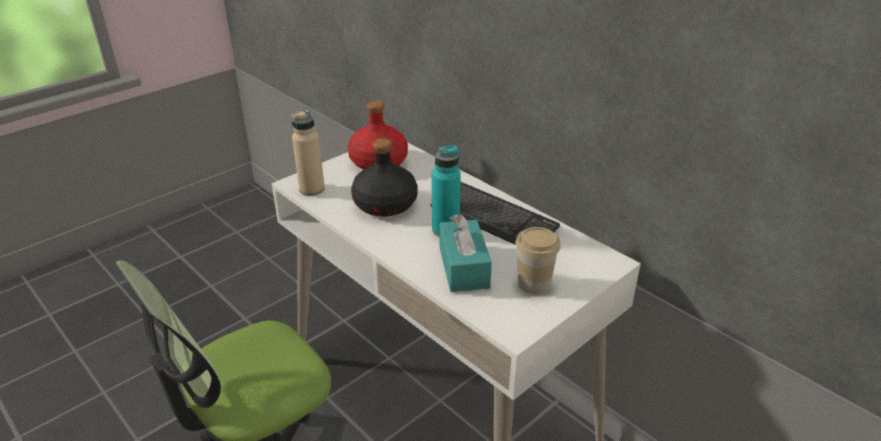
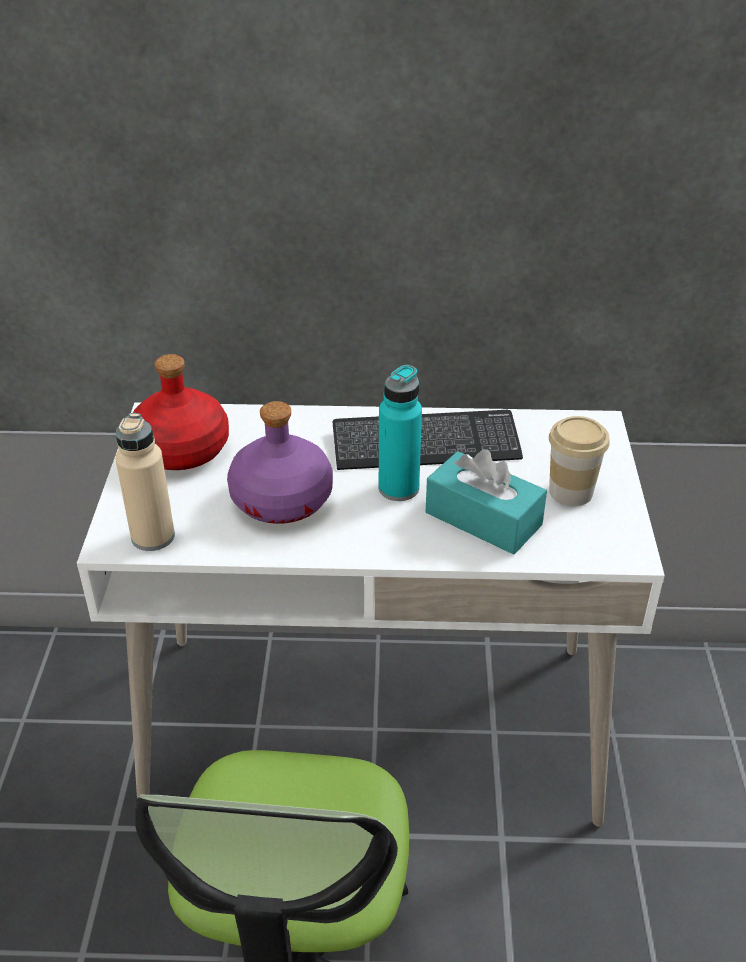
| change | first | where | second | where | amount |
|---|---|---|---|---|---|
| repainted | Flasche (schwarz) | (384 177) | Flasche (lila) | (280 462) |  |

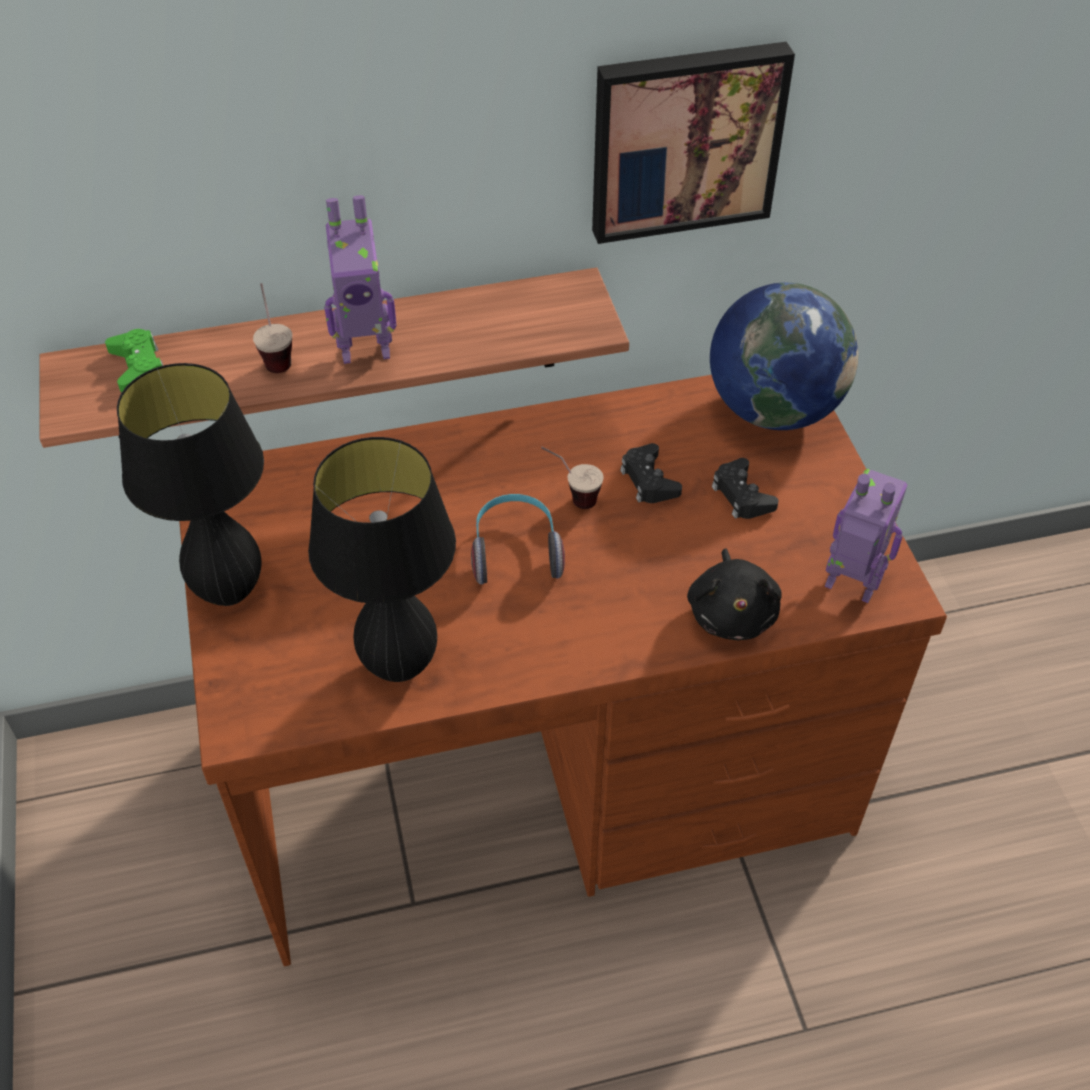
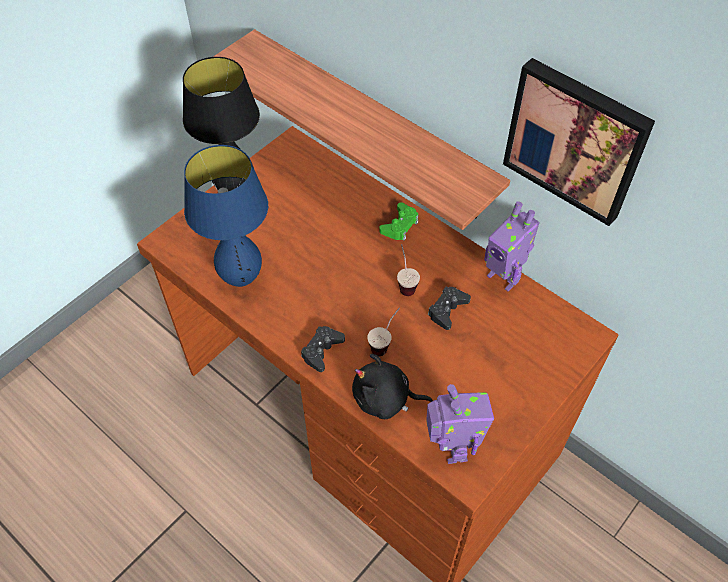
| change | first | where | second | where | amount |
|---|---|---|---|---|---|
| shifted | Spielzeugroboter | (360 279) |  | (512 246) |  |
| shifted | Tasse | (272 328) |  | (383 331) |  |
| gone | Globus | (784 356) |  |  |  |
| shifted | Gamepad (grün) | (134 360) |  | (398 221) |  |
| repainted | Tischlampe (schwarz) | (382 559) | Tischlampe (blau) | (226 216) |  |
| shifted | Gamepad (schwarz) | (745 488) |  | (323 349) |  |
| gone | Kopfhörer | (518 539) |  |  |  |
| rotated | Plüschtier (schwarz) | (734 594) |  | (392 386) | 45 degrees clockwise |

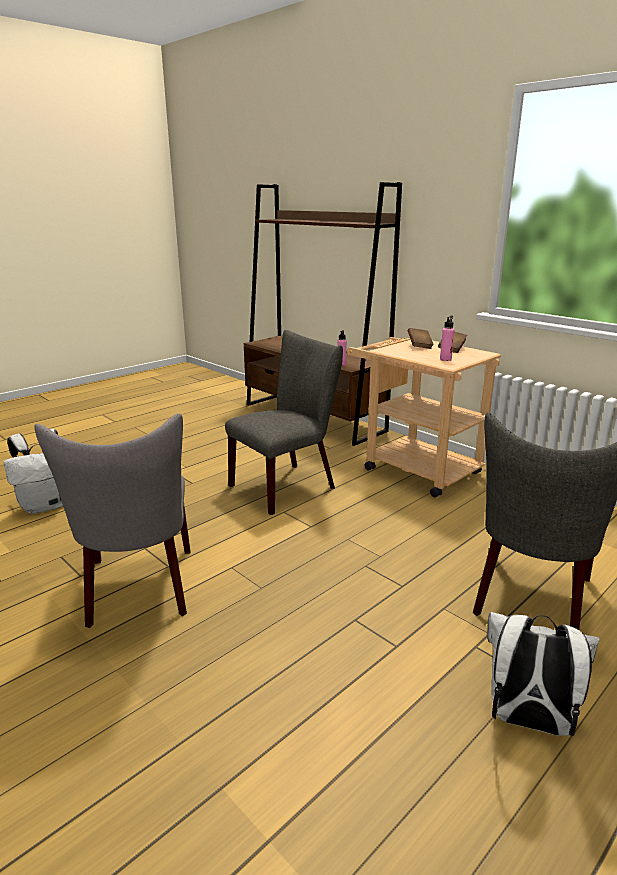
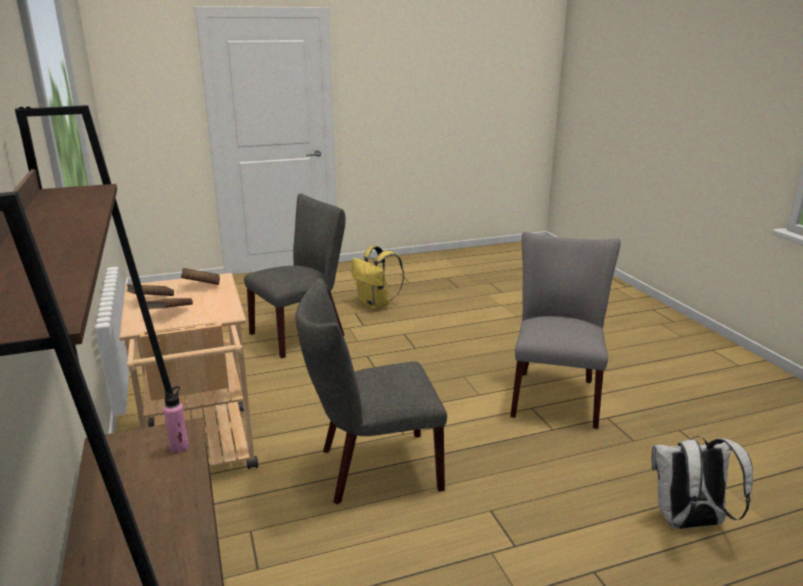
| change | first | where | second | where | amount |
|---|---|---|---|---|---|
| swapped | Flasche (rosa) | (447 338) | Buch (braun) | (200 276) |  |
| repainted | Rucksack (weiß) | (543 674) | Rucksack (gelb) | (377 278) |  |

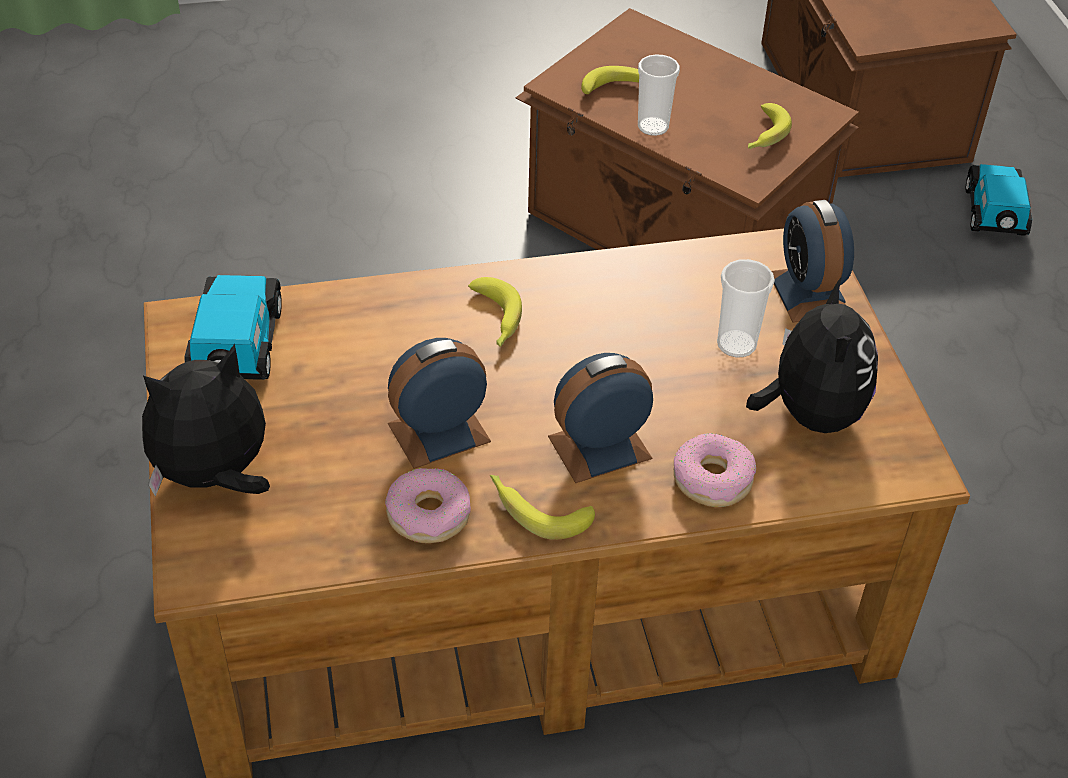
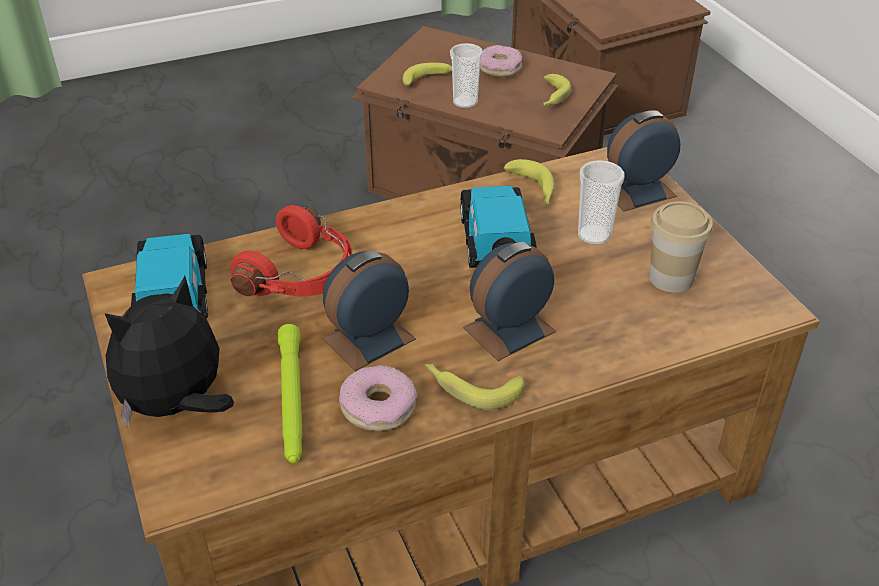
| change | first | where | second | where | amount |
|---|---|---|---|---|---|
| shifted | Spielzeugauto | (999 200) |  | (499 227) |  |
| rotated | Wecker | (813 261) |  | (643 161) | 90 degrees clockwise |
| shifted | Banane | (495 312) |  | (529 181) |  |
| swapped | Plüschtier | (812 355) | Tasse | (681 247) |  |
| shifted | Donut | (715 470) |  | (501 61) |  |
| new |  |  | Kopfhörer (rot) | (291 251) |  |
| new |  |  | Taschenlampe (grün) | (290 394) |  |

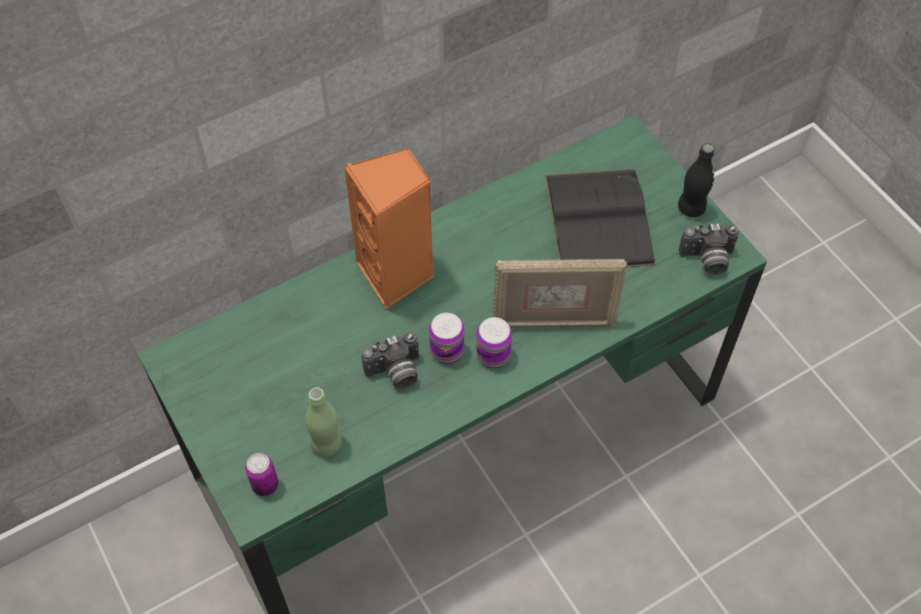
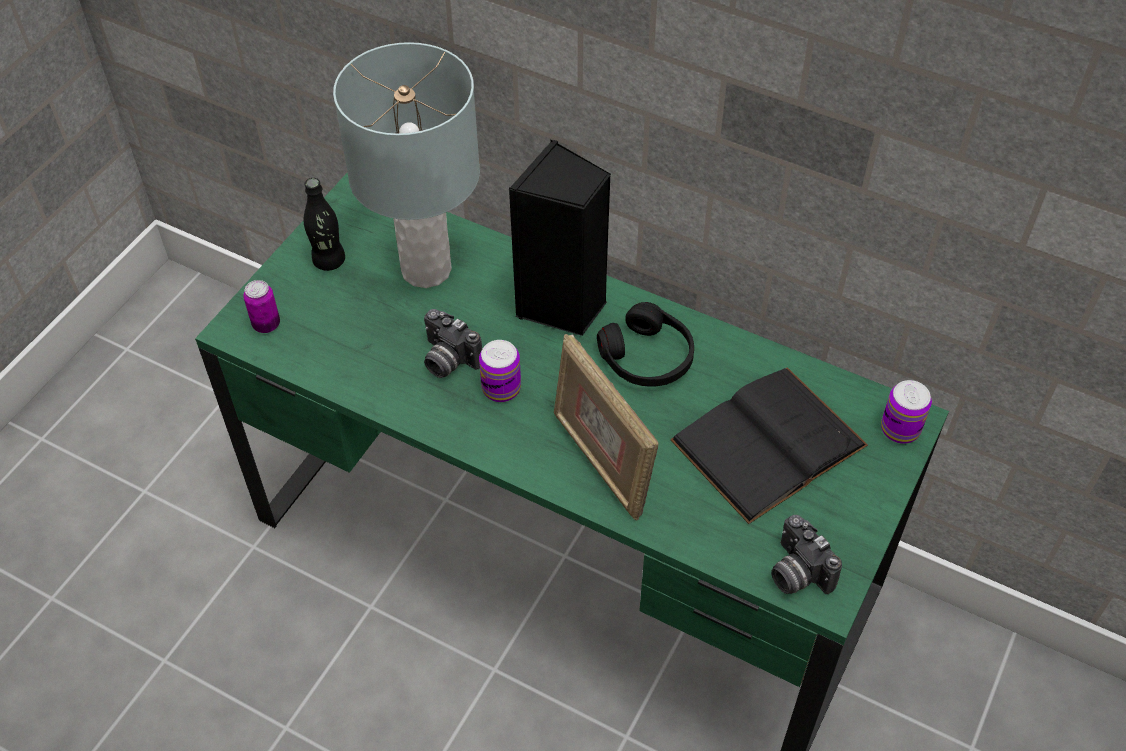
| change | first | where | second | where | amount |
|---|---|---|---|---|---|
| shifted | Flasche (schwarz) | (696 180) |  | (324 224) |  |
| repainted | Lautsprecher (orange) | (389 228) | Lautsprecher (schwarz) | (560 237) |  |
| shifted | Dose | (494 342) |  | (906 412) |  |
| gone | Flasche (grün) | (323 422) |  |  |  |
| new |  |  | Tischlampe (grau) | (406 165) |  |
| new |  |  | Kopfhörer (schwarz) | (645 344) |  |

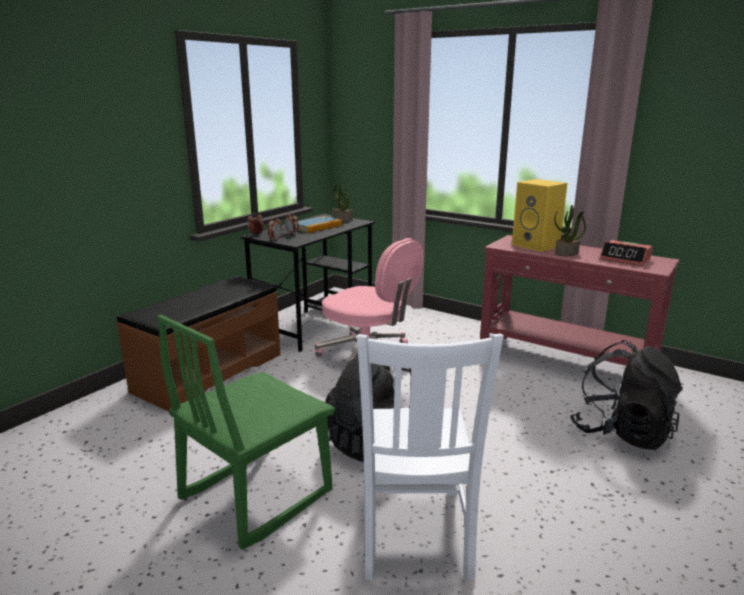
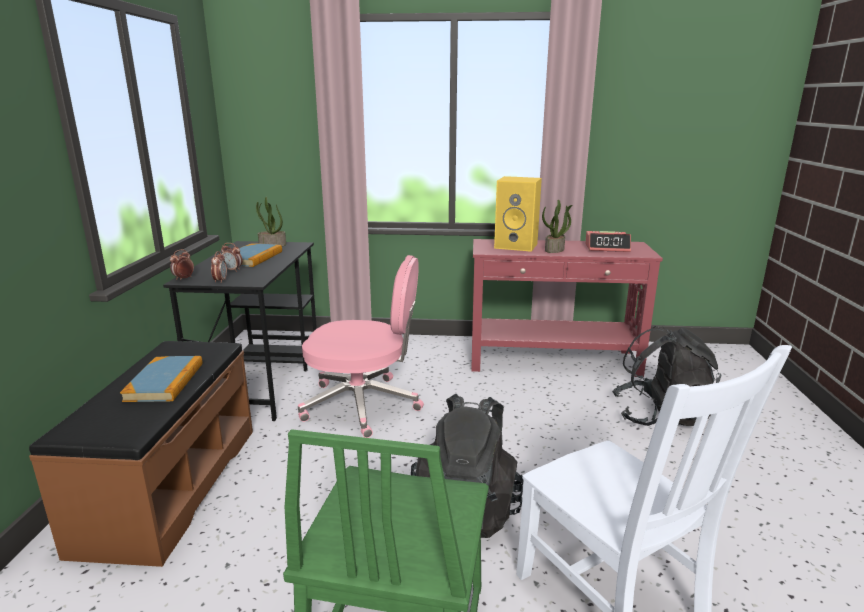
| change | first | where | second | where | amount |
|---|---|---|---|---|---|
| new |  |  | Buch | (161 379) |  |

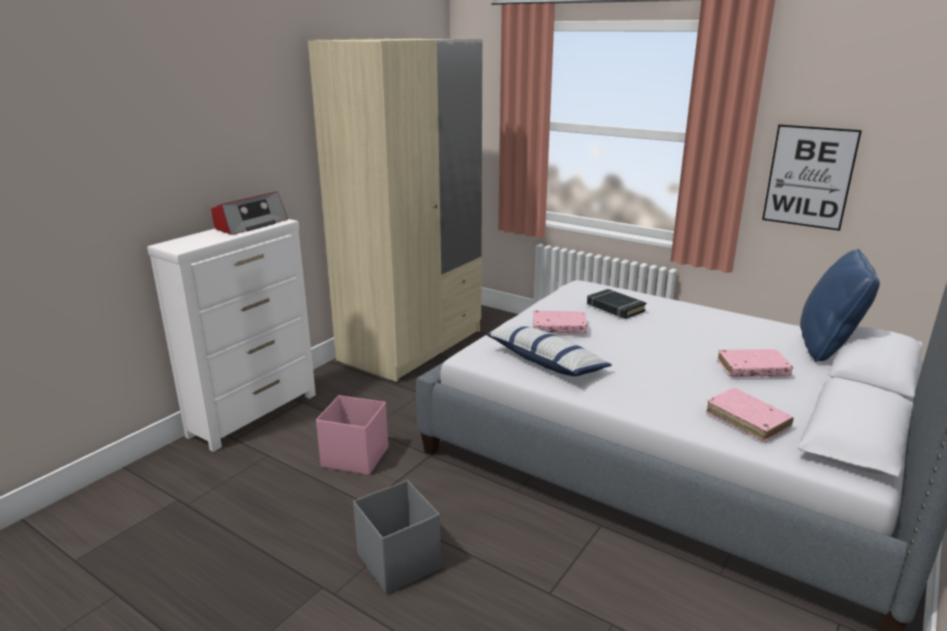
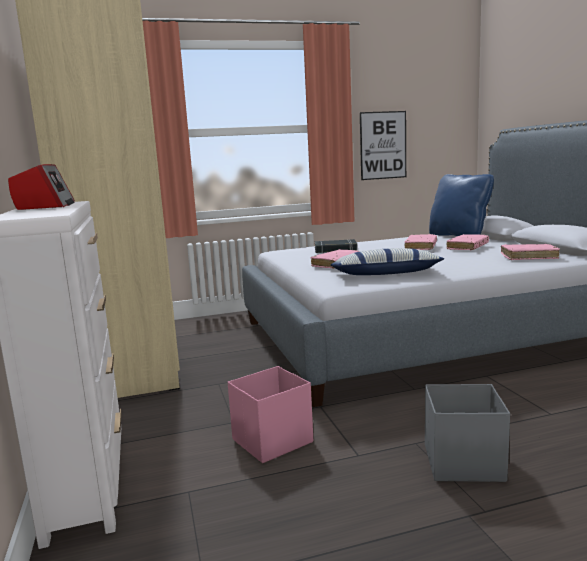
| change | first | where | second | where | amount |
|---|---|---|---|---|---|
| new |  |  | Buch (rosa) | (420 242) |  |

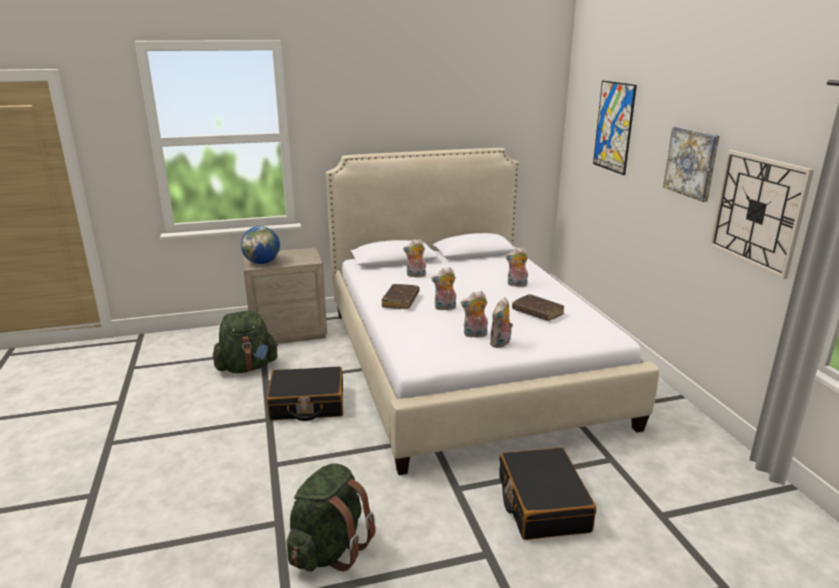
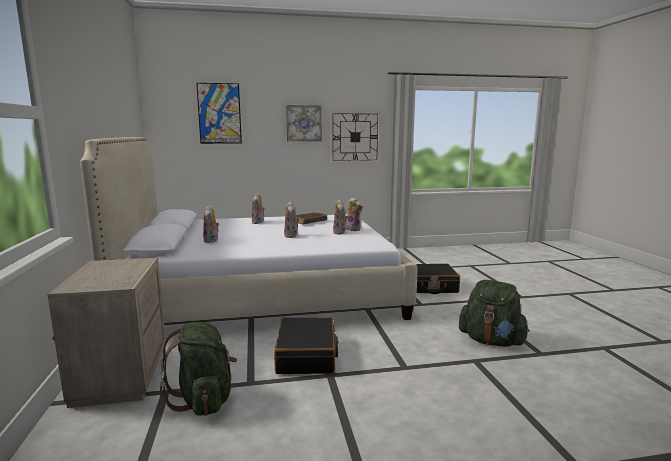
| change | first | where | second | where | amount |
|---|---|---|---|---|---|
| gone | Globus | (260 245) |  |  |  |
| gone | Buch (braun) | (400 296) |  |  |  |

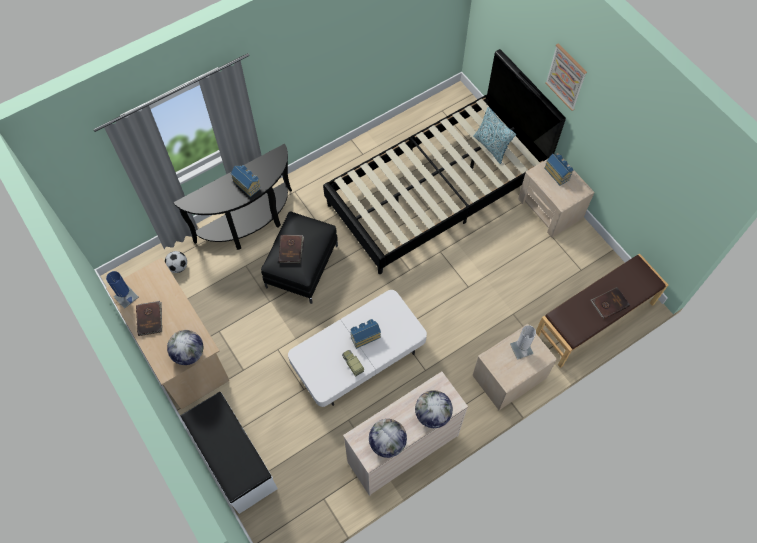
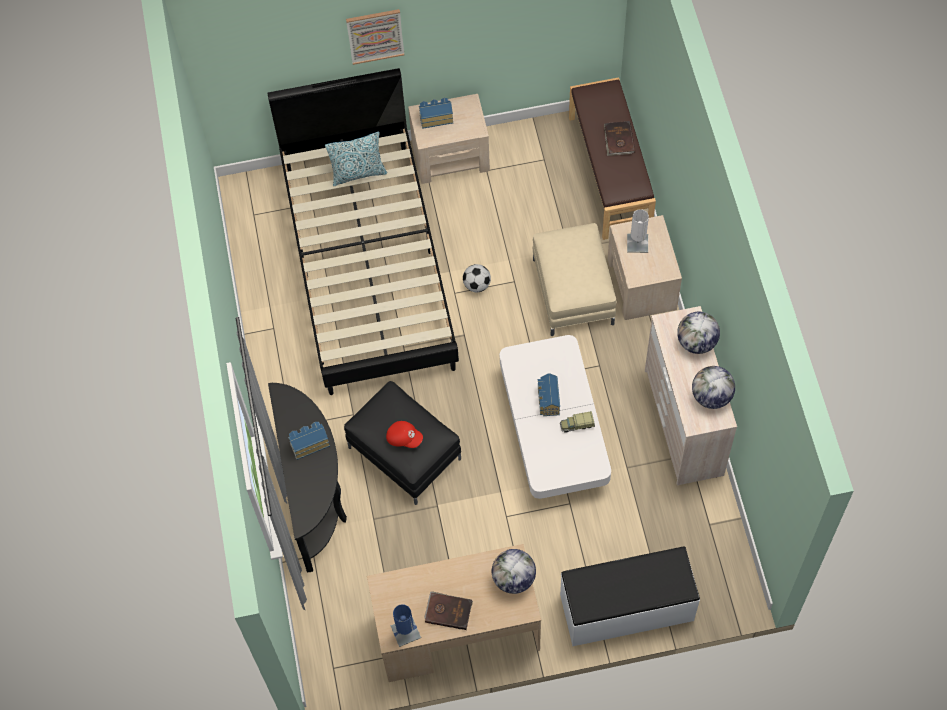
| change | first | where | second | where | amount |
|---|---|---|---|---|---|
| swapped | Buch (braun) | (291 249) | Kappe (rot) | (404 434) |  |
| shifted | Fußball | (176 262) |  | (477 278) |  |
| new |  |  | Polsterhocker (beige) | (574 279) |  |

